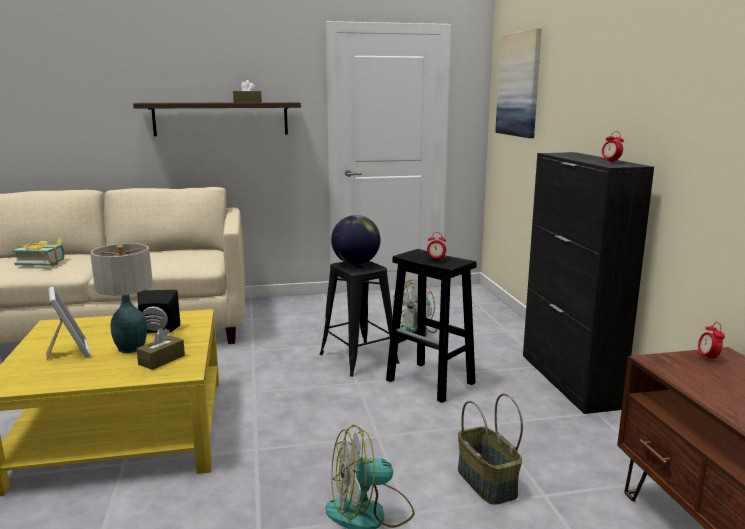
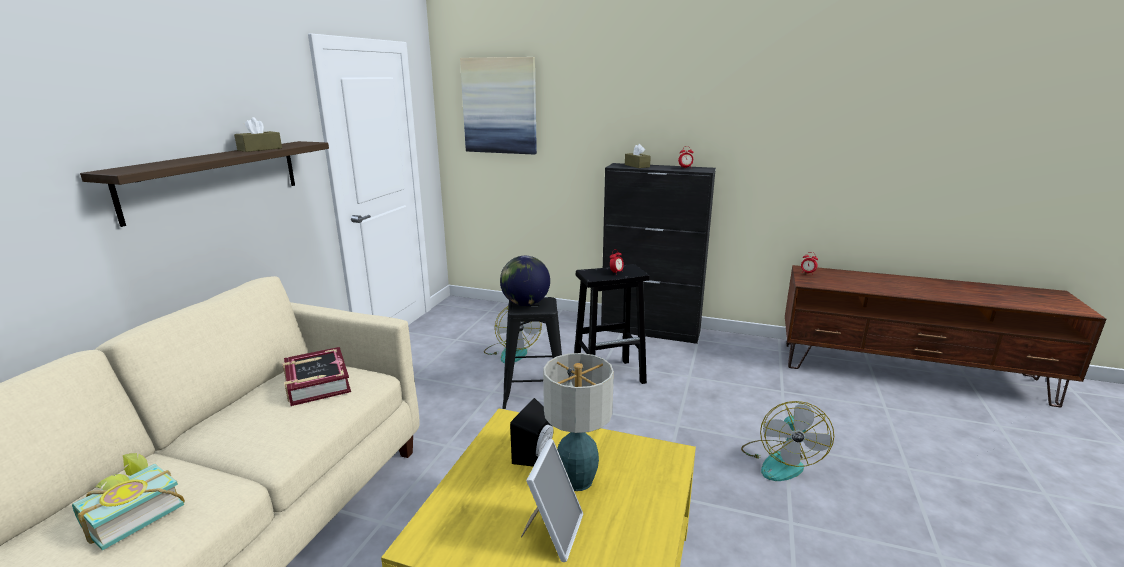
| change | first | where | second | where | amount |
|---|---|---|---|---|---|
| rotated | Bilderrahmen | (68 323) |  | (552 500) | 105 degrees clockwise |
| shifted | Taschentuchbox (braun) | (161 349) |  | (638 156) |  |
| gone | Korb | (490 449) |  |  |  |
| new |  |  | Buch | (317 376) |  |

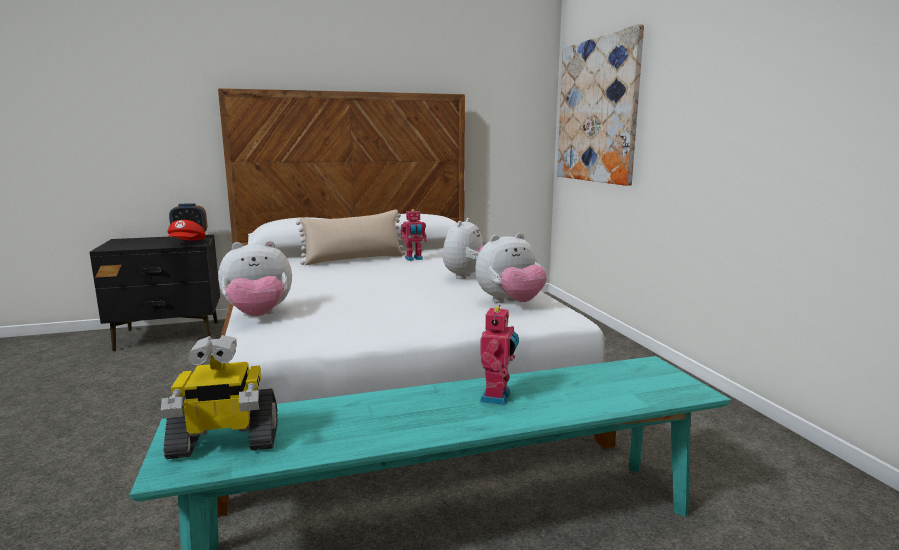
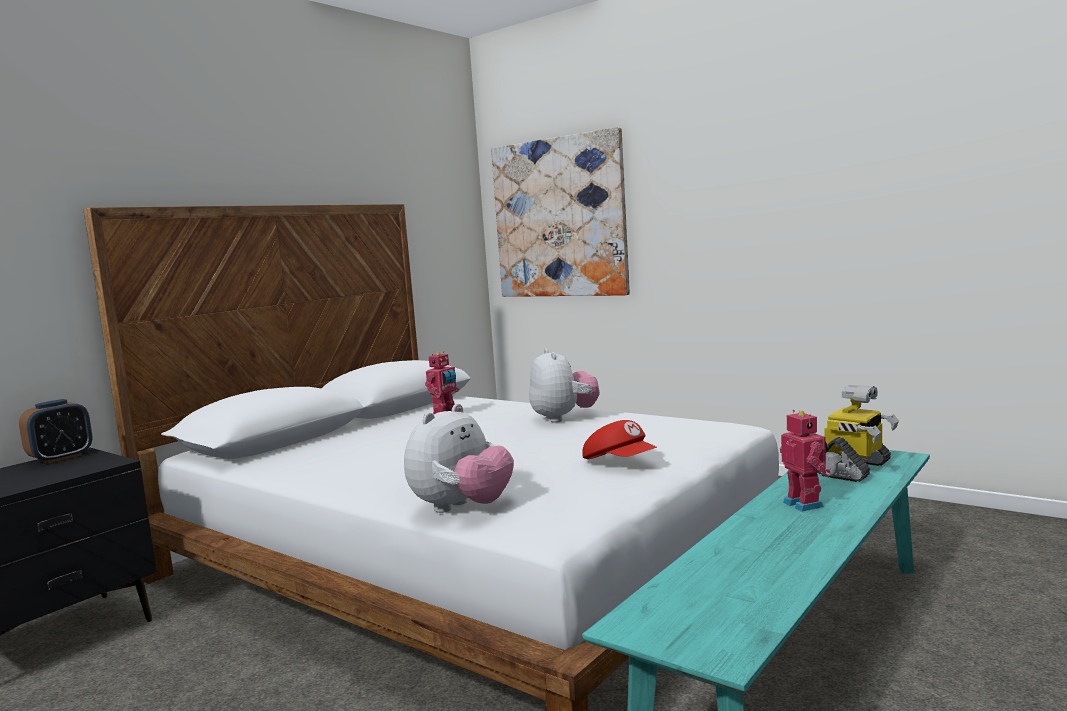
| change | first | where | second | where | amount |
|---|---|---|---|---|---|
| gone | Kissen (beige) | (350 237) |  |  |  |
| shifted | Kappe (rot) | (186 230) |  | (619 439) |  |
| gone | Plüschtier | (511 268) |  |  |  |
| shifted | Spielzeugroboter | (219 397) |  | (859 433) |  |

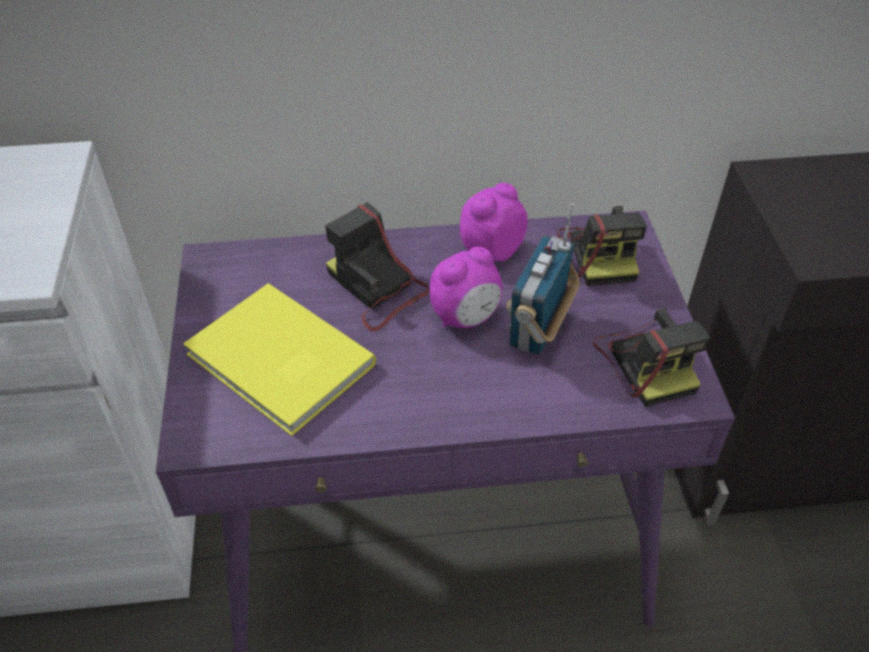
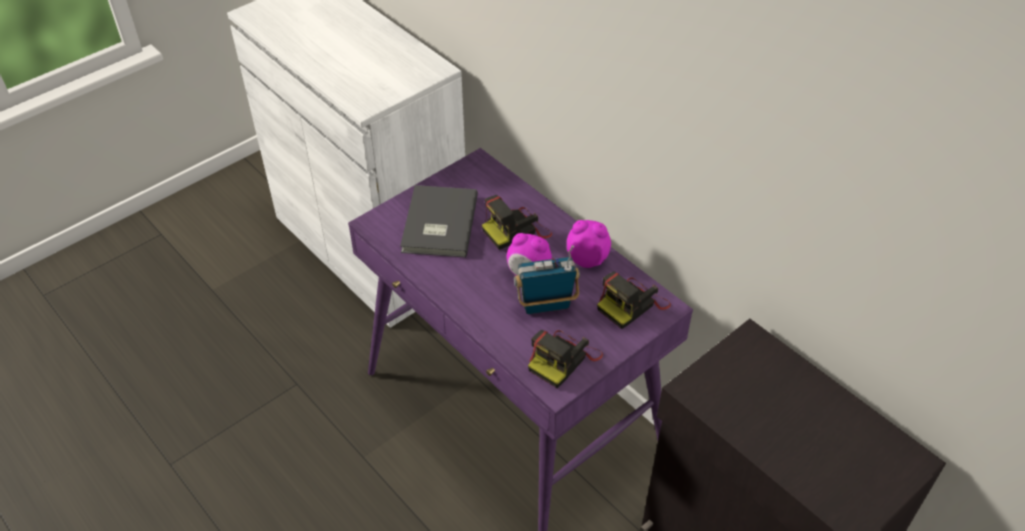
| change | first | where | second | where | amount |
|---|---|---|---|---|---|
| rotated | Kamera | (377 266) |  | (517 222) | 135 degrees counterclockwise |
| repainted | Buch (gelb) | (279 359) | Buch (grau) | (439 221) |  |

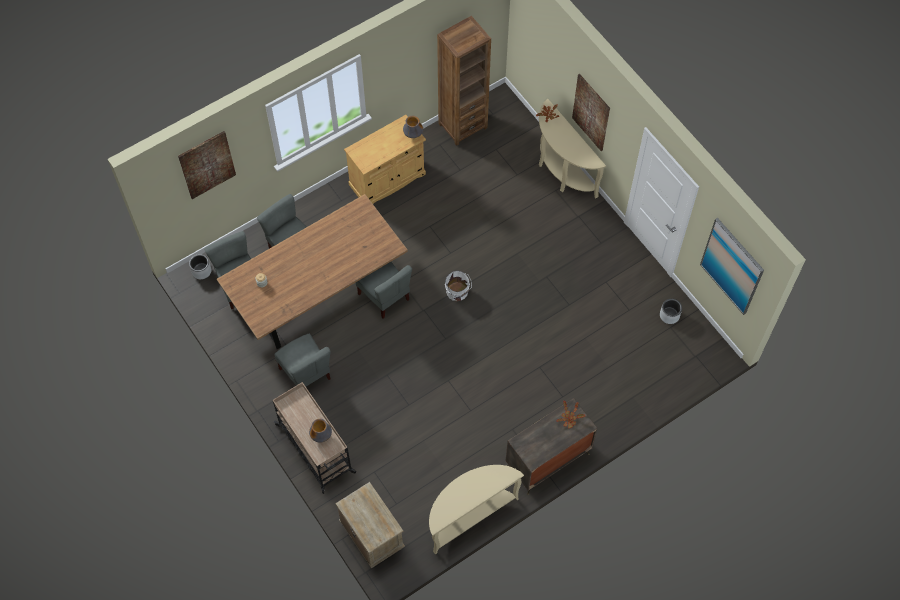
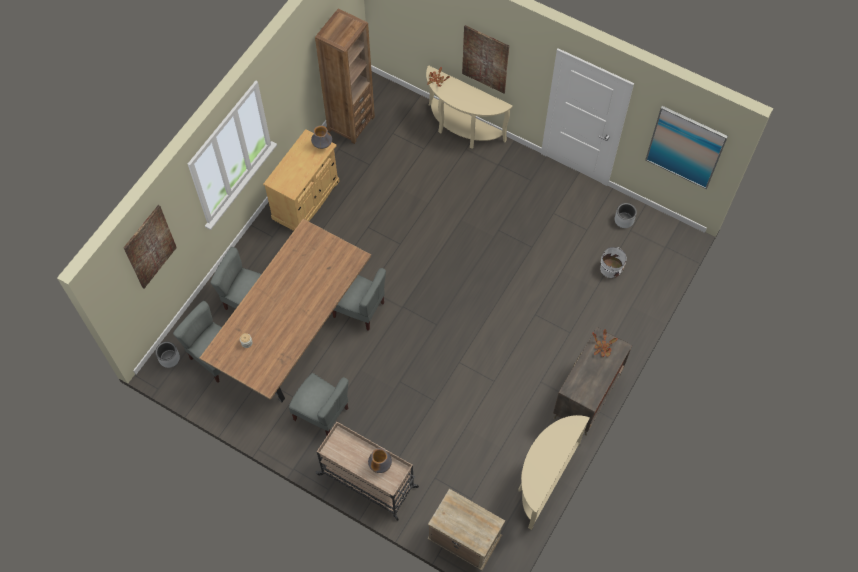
| change | first | where | second | where | amount |
|---|---|---|---|---|---|
| shifted | Eimer (weiß) | (458 286) |  | (613 262) |  |

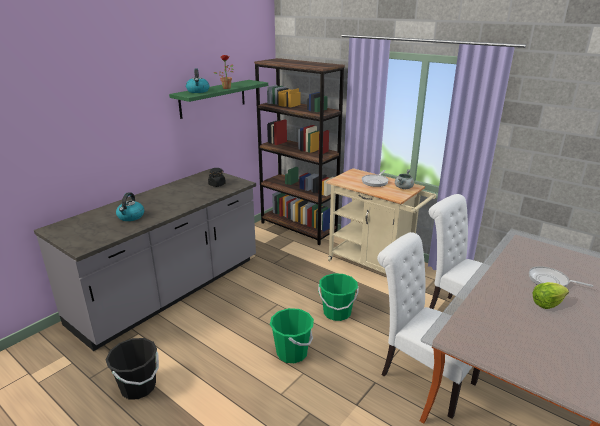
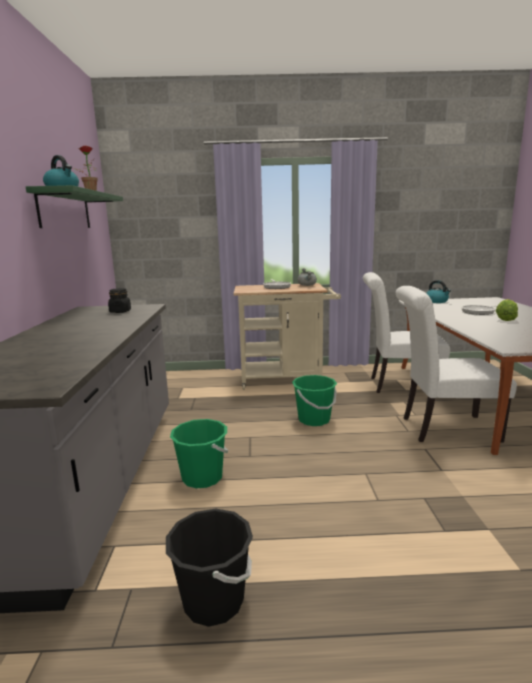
| change | first | where | second | where | amount |
|---|---|---|---|---|---|
| gone | Bücherregal (braun) | (299 151) |  |  |  |
| shifted | Wasserkessel | (130 206) |  | (438 291) |  |
| shifted | Eimer (grün) | (292 335) |  | (199 453) |  |

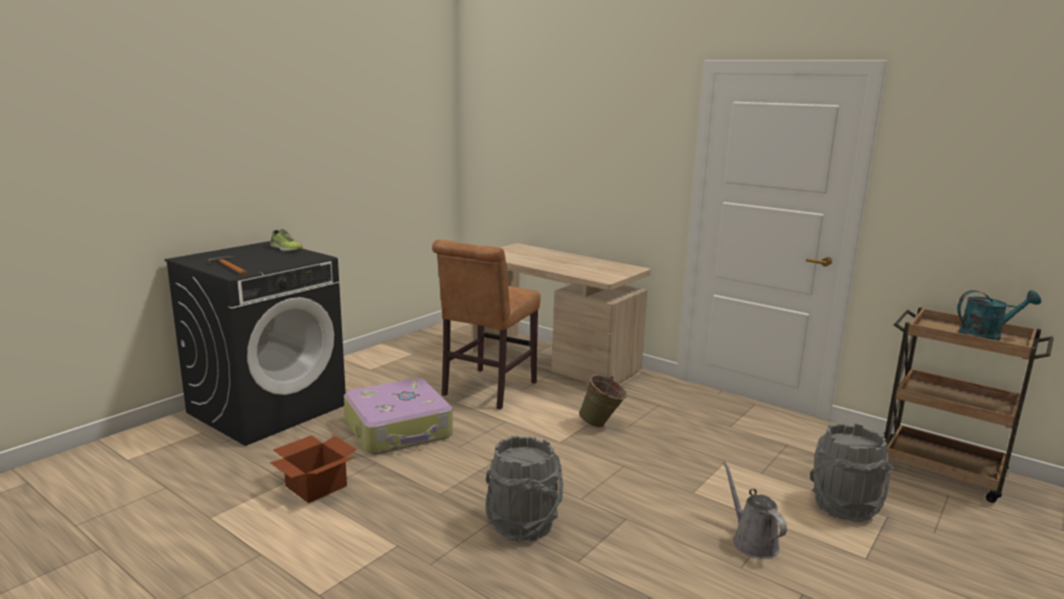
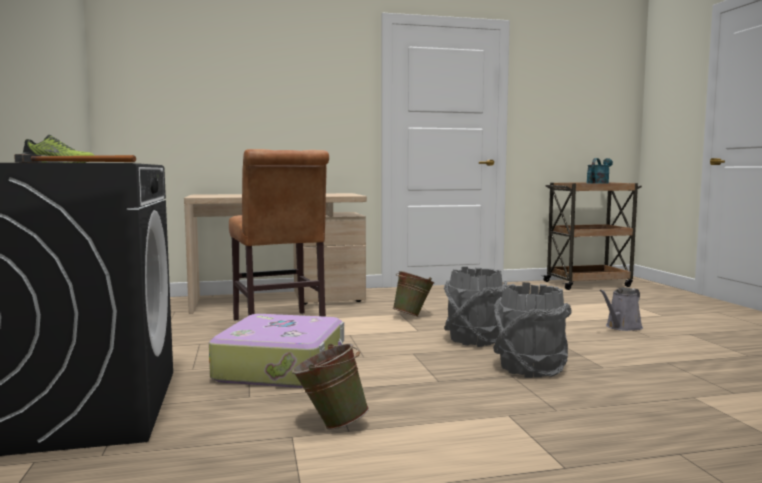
| change | first | where | second | where | amount |
|---|---|---|---|---|---|
| shifted | Eimer (grau) | (852 472) |  | (475 307) |  |
| swapped | Karton | (313 469) | Eimer (grün) | (330 386) |  |
| rotated | Gießkanne (grau) | (755 510) |  | (621 309) | 60 degrees counterclockwise |

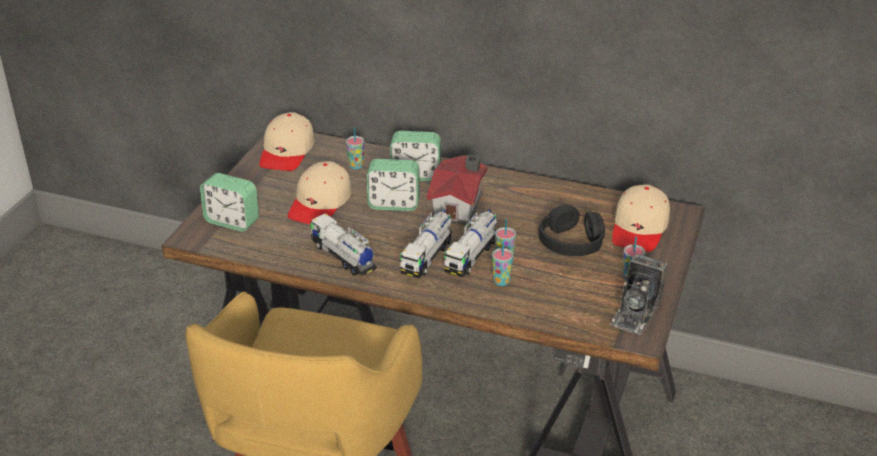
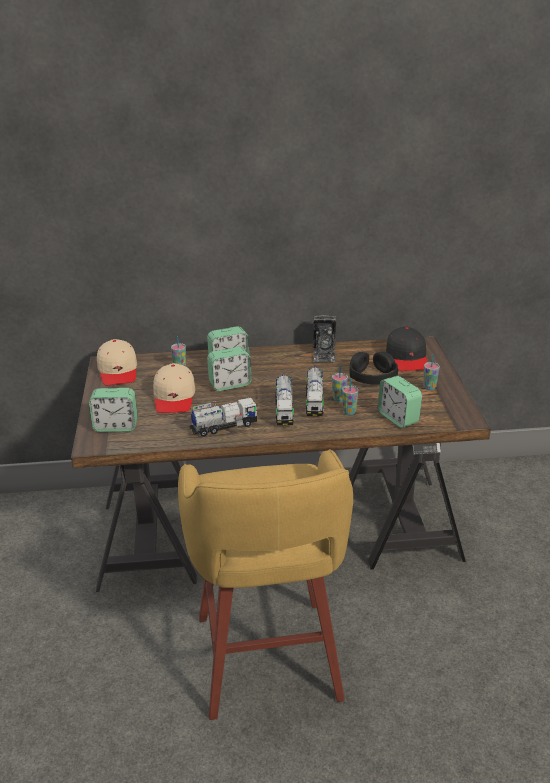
| change | first | where | second | where | amount |
|---|---|---|---|---|---|
| gone | Spielzeughaus | (457 190) |  |  |  |
| repainted | Kappe (beige) | (641 218) | Kappe (schwarz) | (406 348) |  |
| rotated | Spielzeuglaster | (343 244) |  | (223 417) | 135 degrees clockwise |
| shifted | Kamera | (638 294) |  | (324 338) |  |
| new |  |  | Wecker | (400 402) |  |

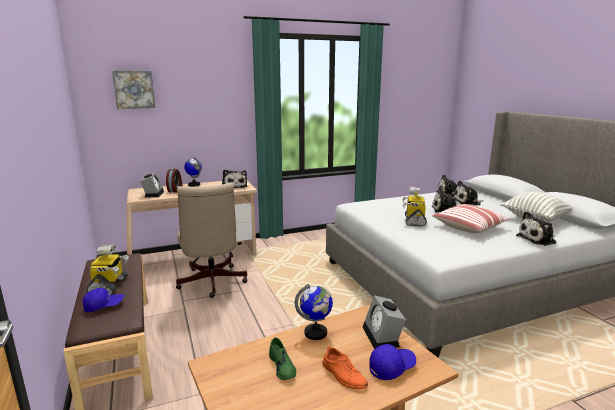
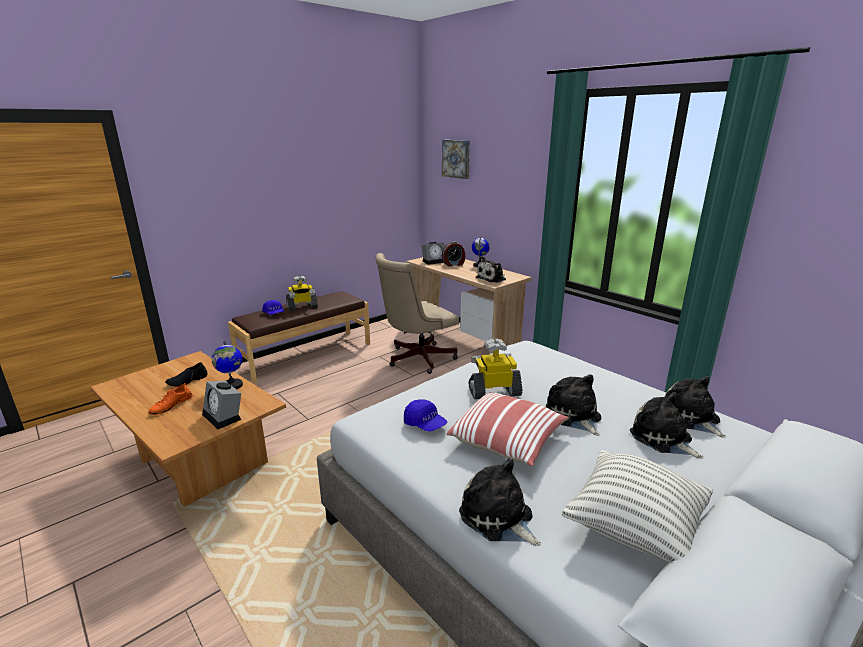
| change | first | where | second | where | amount |
|---|---|---|---|---|---|
| rotated | Wecker | (384 322) |  | (222 405) | 105 degrees counterclockwise |
| repainted | Schuh (grün) | (282 358) | Schuh (schwarz) | (186 374) |  |
| shifted | Kappe (blau) | (392 362) |  | (425 415) |  |

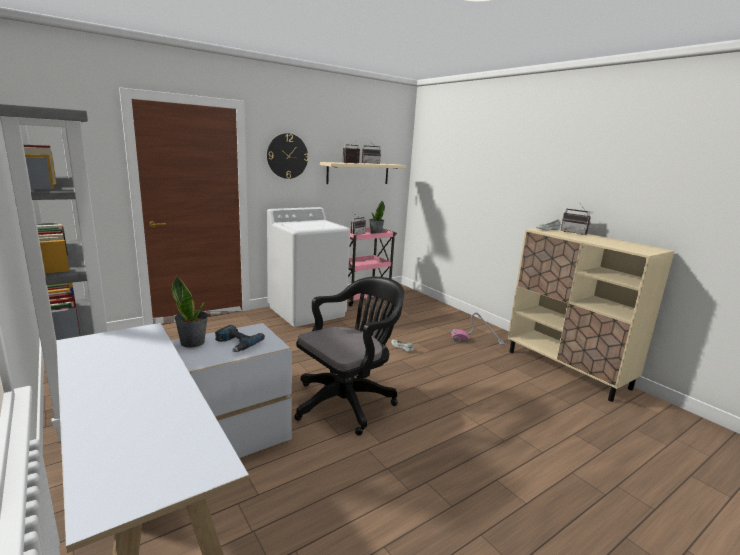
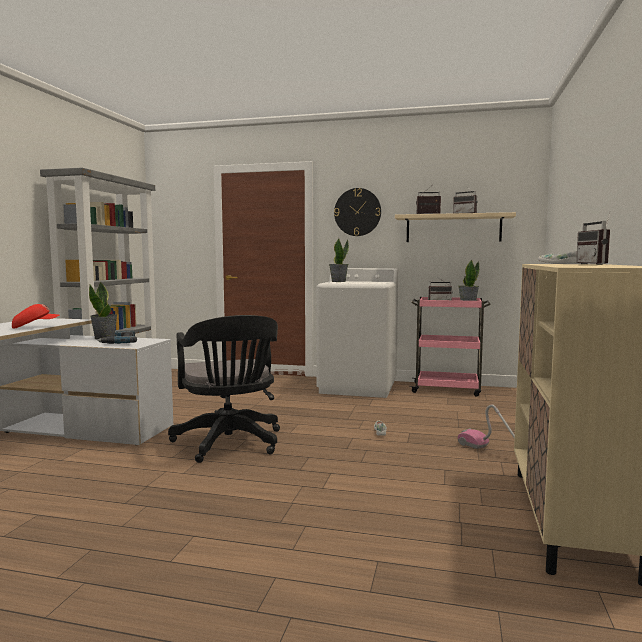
| change | first | where | second | where | amount |
|---|---|---|---|---|---|
| rotated | Bürostuhl (schwarz) | (349 356) |  | (224 389) | 60 degrees clockwise |
| new |  |  | Topfpflanze | (339 260) |  |
| new |  |  | Kappe (rot) | (35 316) |  |

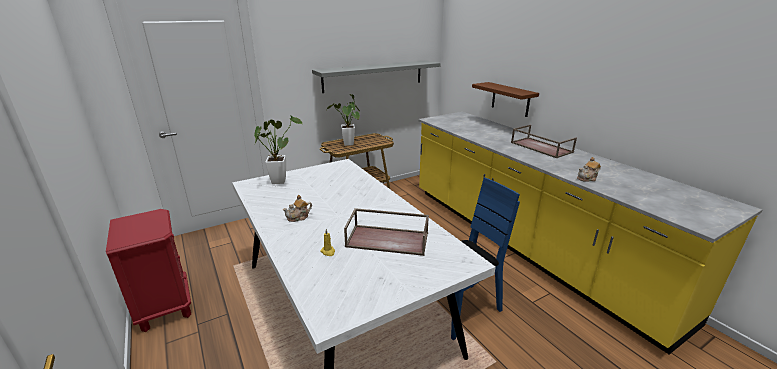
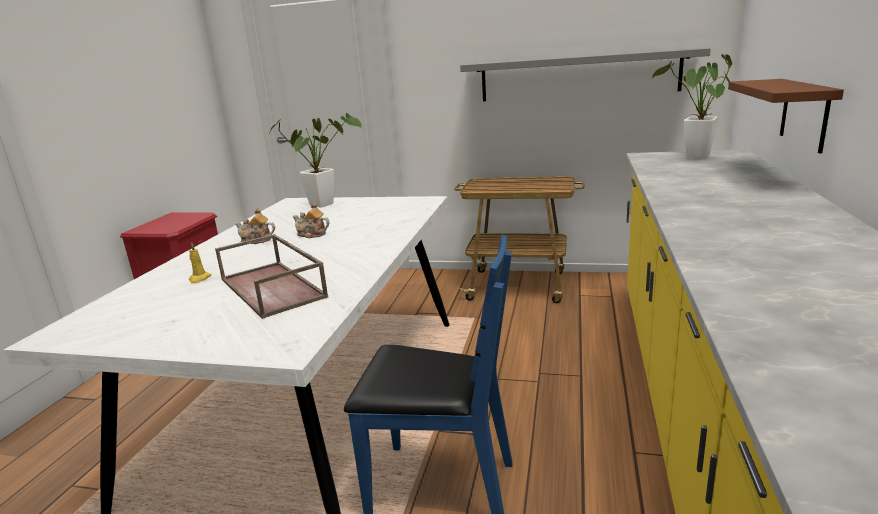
| change | first | where | second | where | amount |
|---|---|---|---|---|---|
| shifted | Topfpflanze | (343 120) |  | (691 106) |  |
| gone | Tablett (braun) | (544 141) |  |  |  |
| shifted | Teekanne | (589 169) |  | (311 220) |  |

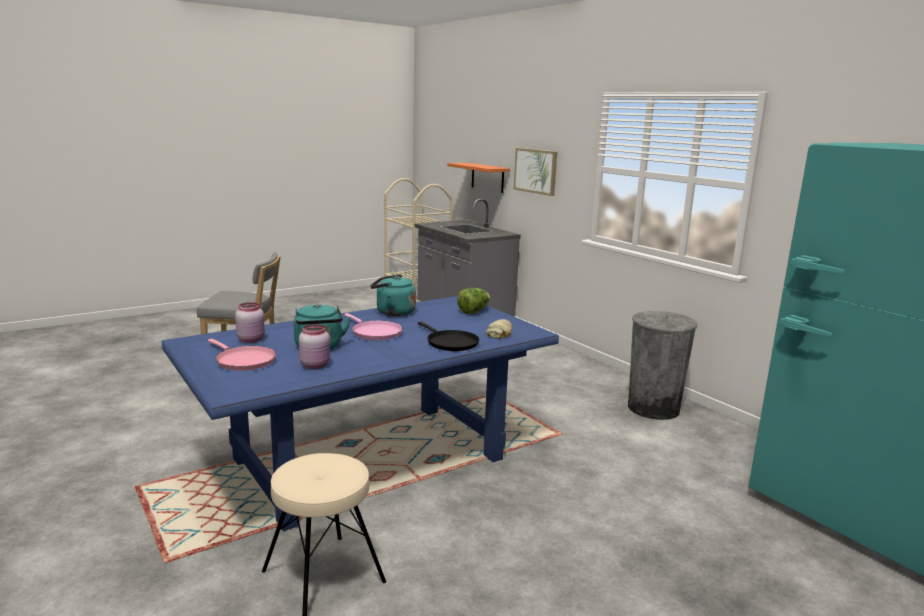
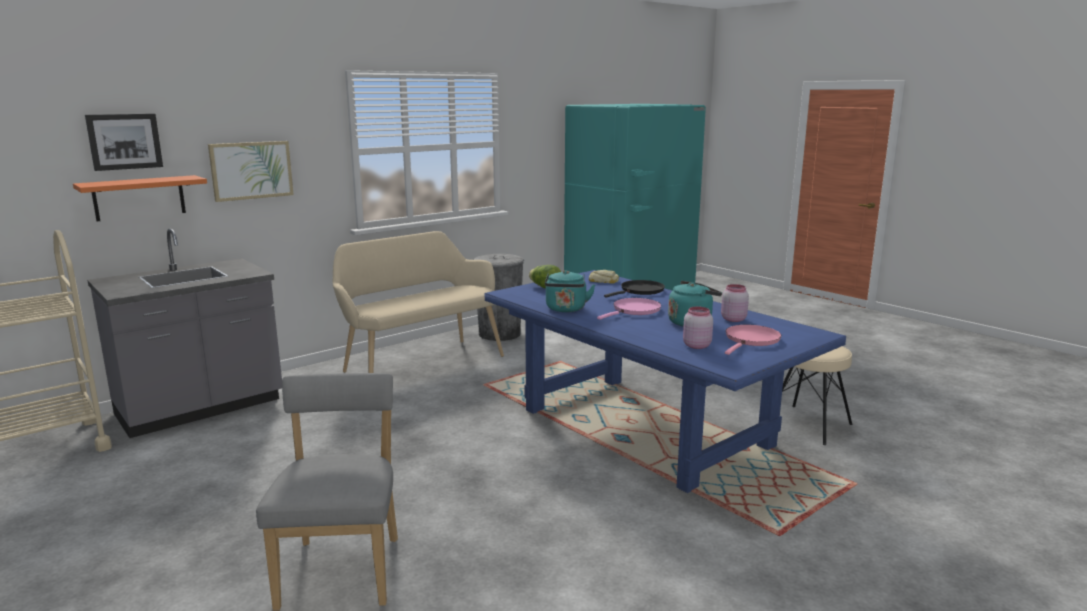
| change | first | where | second | where | amount |
|---|---|---|---|---|---|
| new |  |  | Bild | (124 142) |  |
| new |  |  | Bank (beige) | (418 302) |  |

